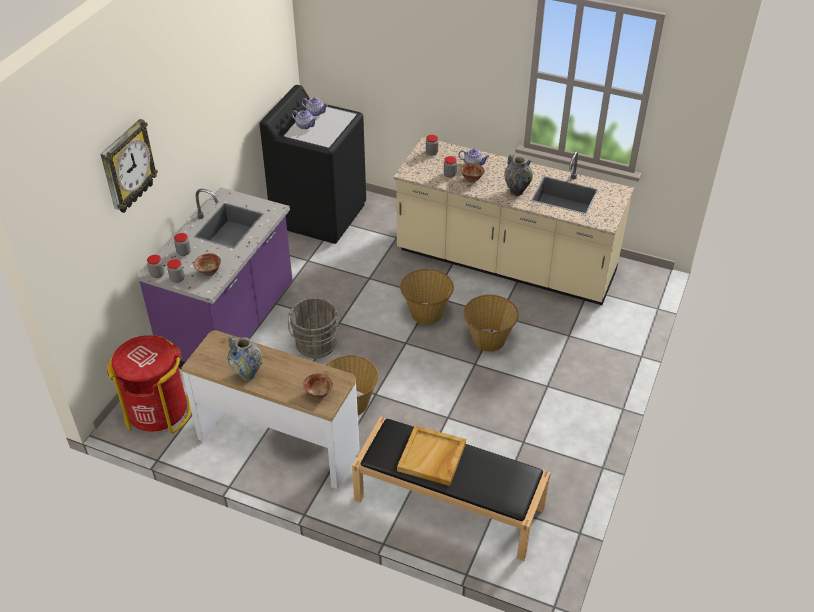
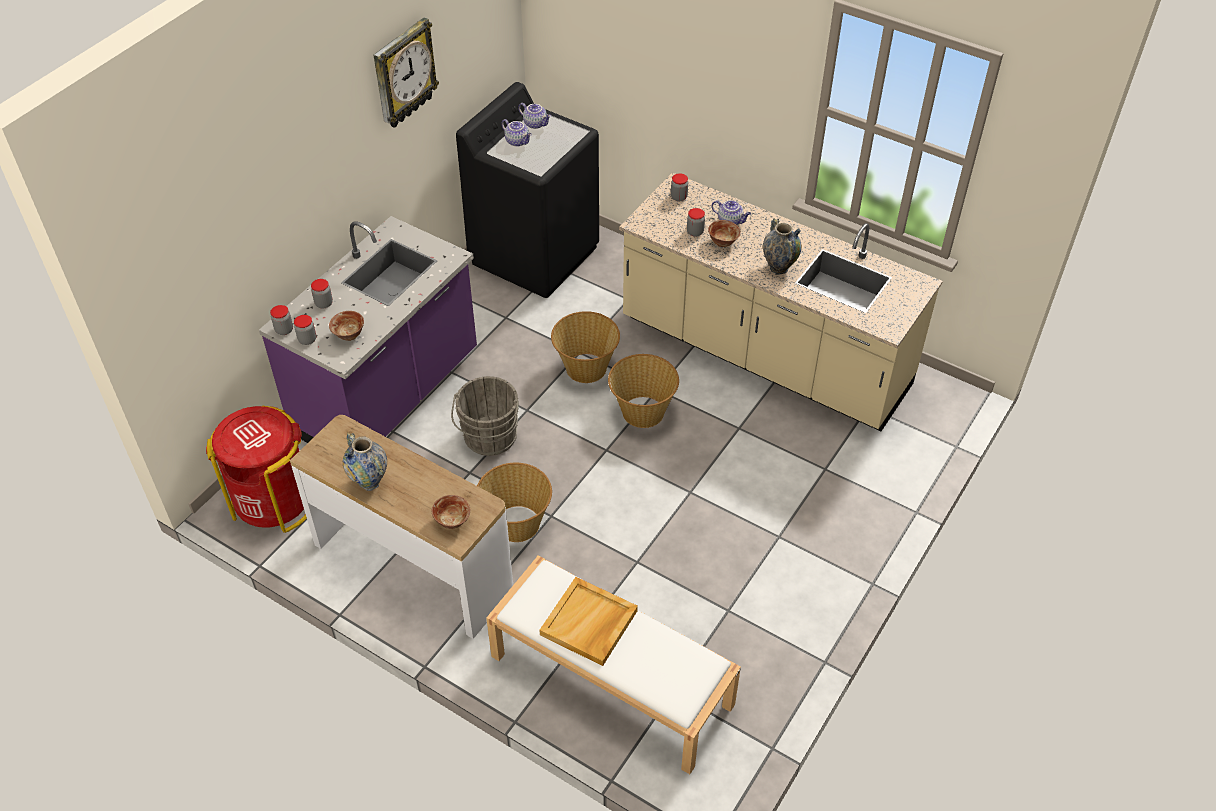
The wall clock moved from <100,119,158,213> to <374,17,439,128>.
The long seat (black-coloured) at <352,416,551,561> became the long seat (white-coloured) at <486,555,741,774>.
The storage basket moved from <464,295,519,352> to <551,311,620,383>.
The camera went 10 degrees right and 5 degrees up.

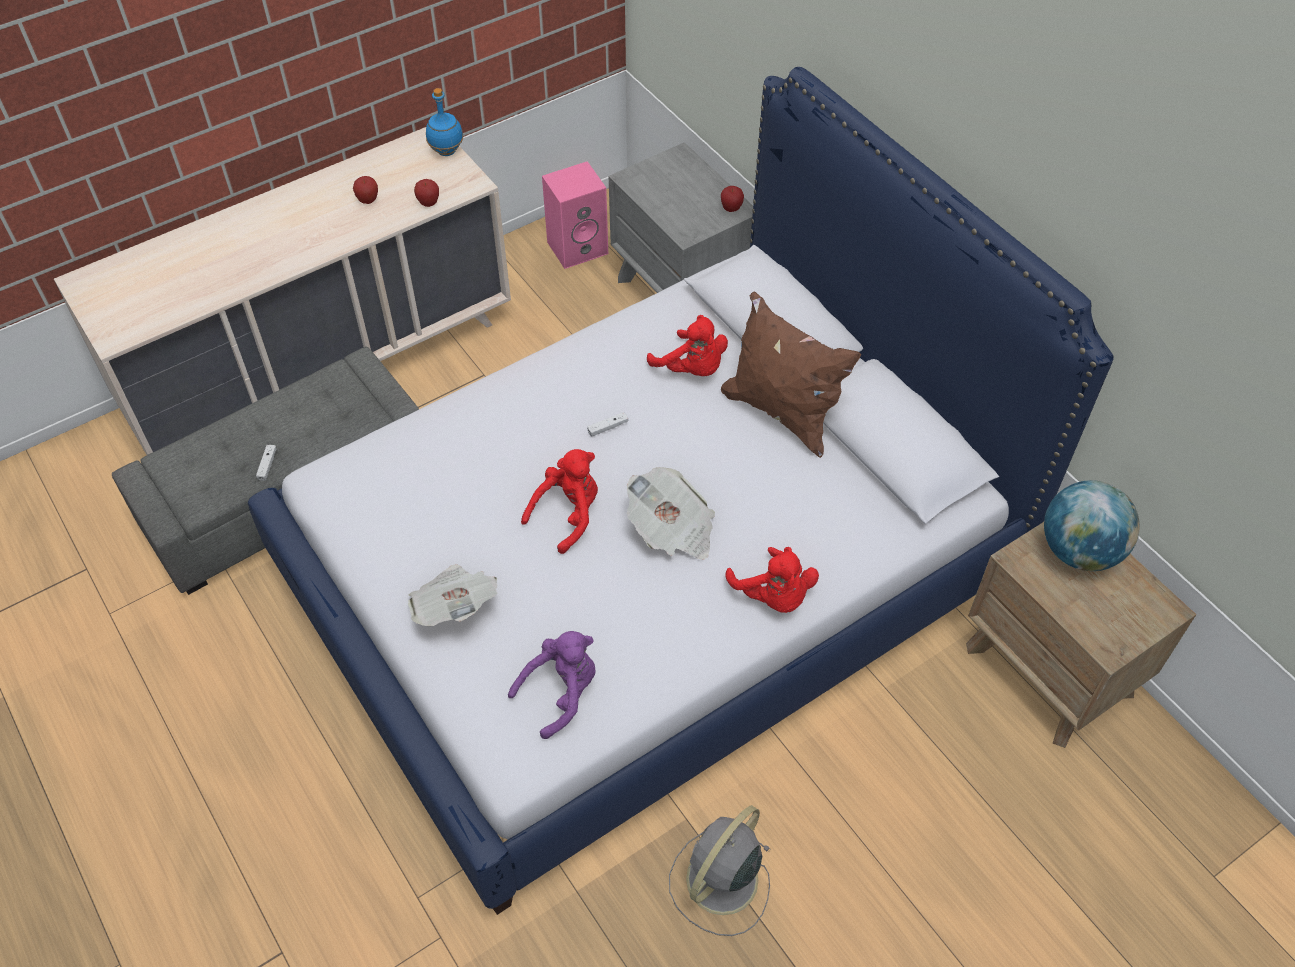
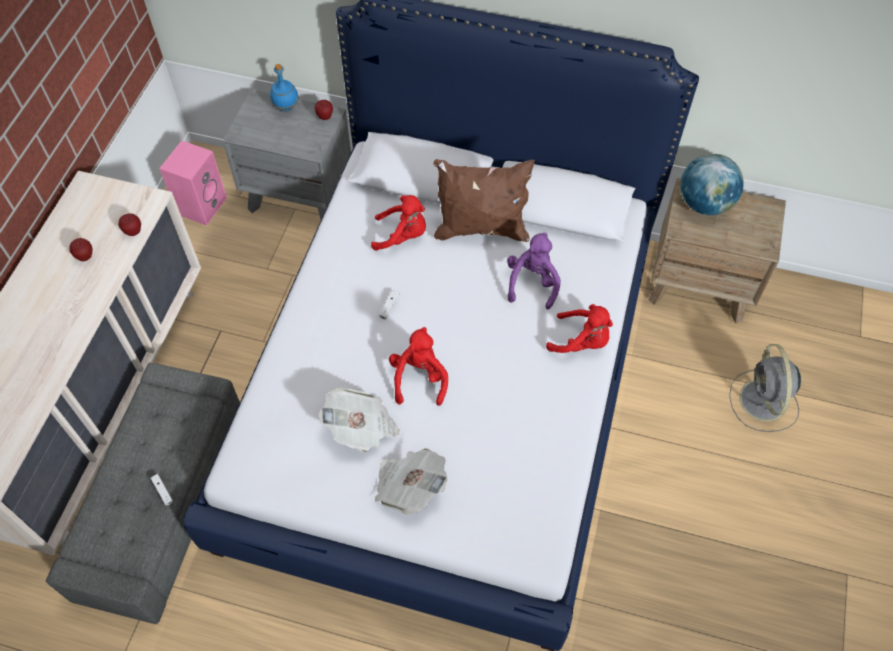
The drink bottle (blue-coloured) moved from <426,88,463,156> to <270,64,299,112>.
The newspaper moved from <627,467,715,559> to <318,387,400,452>.
The plush toy (purple-coloured) moved from <508,631,595,739> to <507,232,561,309>.
The electric fan (gray) moved from <669,805,771,936> to <729,344,801,432>.
The camera went 40 degrees left and 5 degrees up.

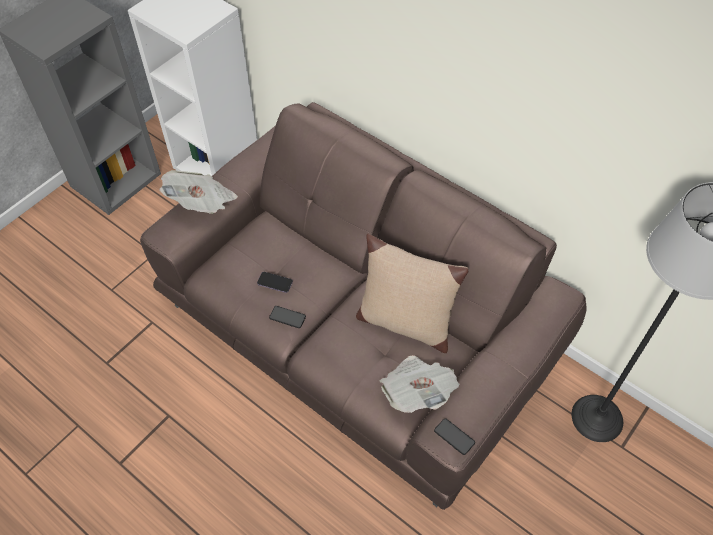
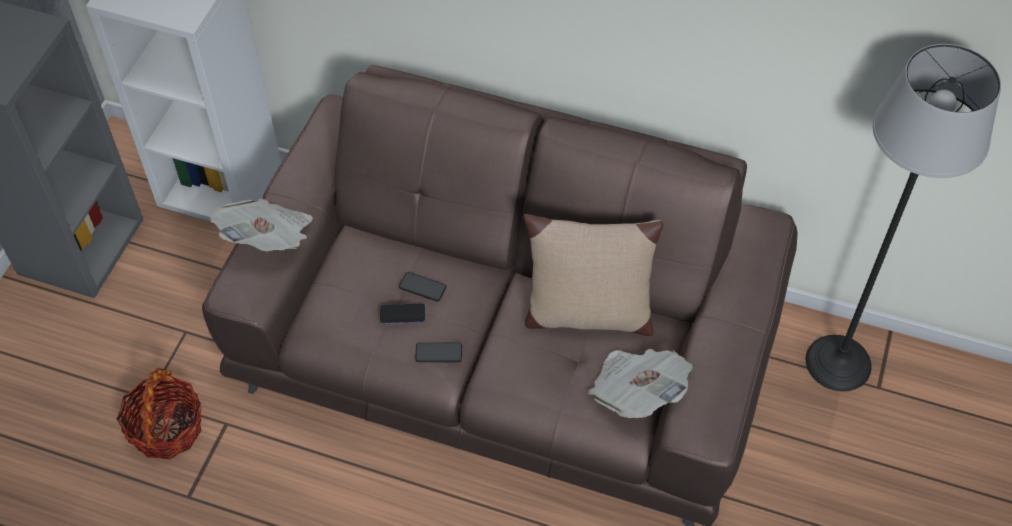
The storage basket at <117,368,202,459> appeared.
The telephone moved from <434,418,475,455> to <399,272,447,301>.
The camera went 20 degrees left and 0 degrees up.

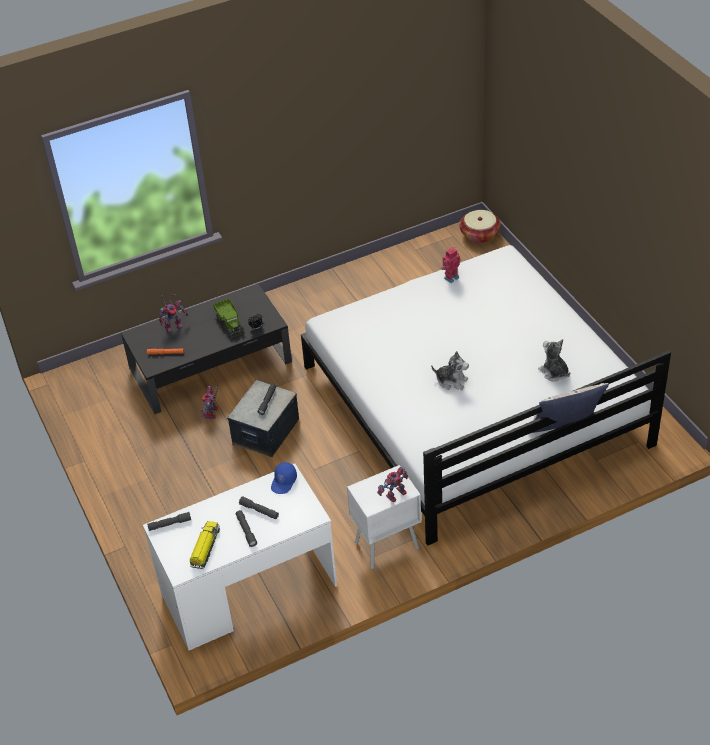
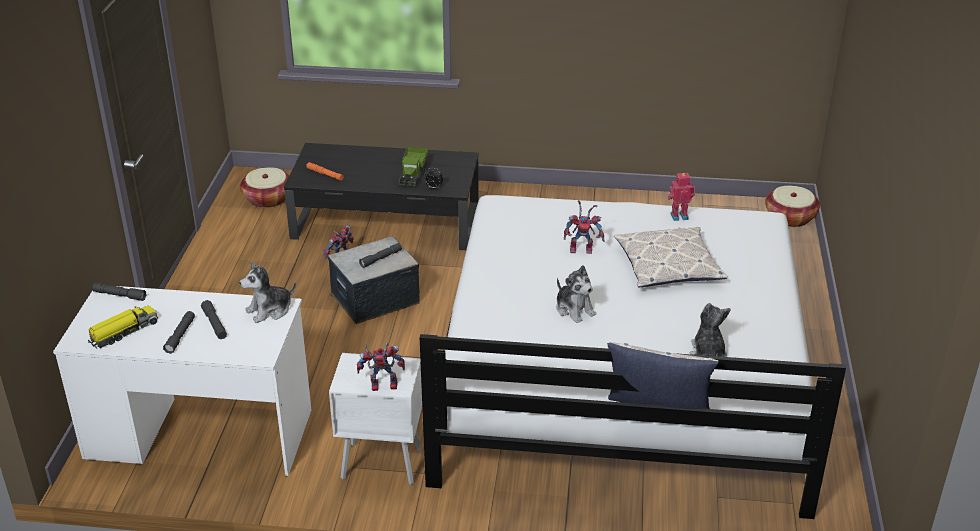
The cap (blue-coloured) at <271,462,297,494> was replaced by the plush toy at <239,261,296,323>.
The storage basket at <240,167,289,208> appeared.
The model robot moved from <159,294,189,333> to <564,200,605,254>.
The pillow at <614,227,727,287> appeared.
The camera went 30 degrees right and 10 degrees down.

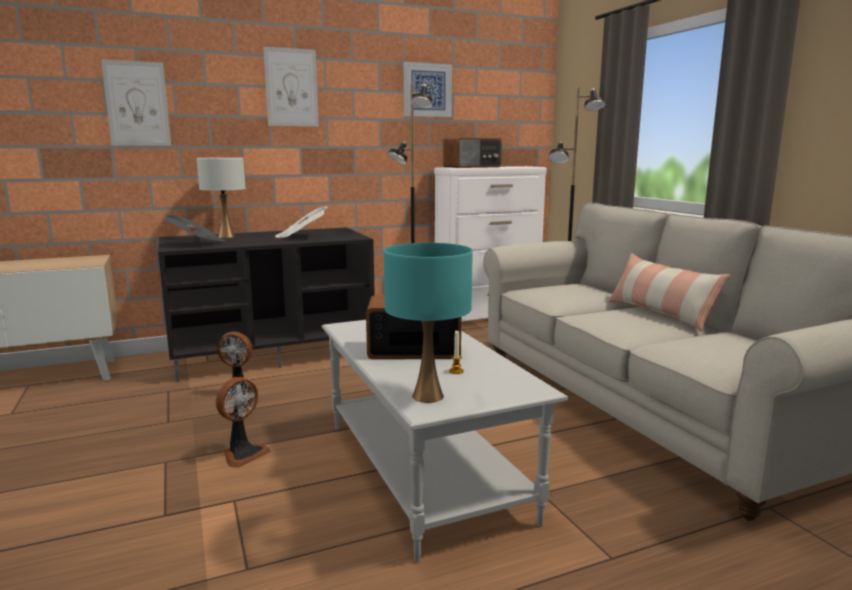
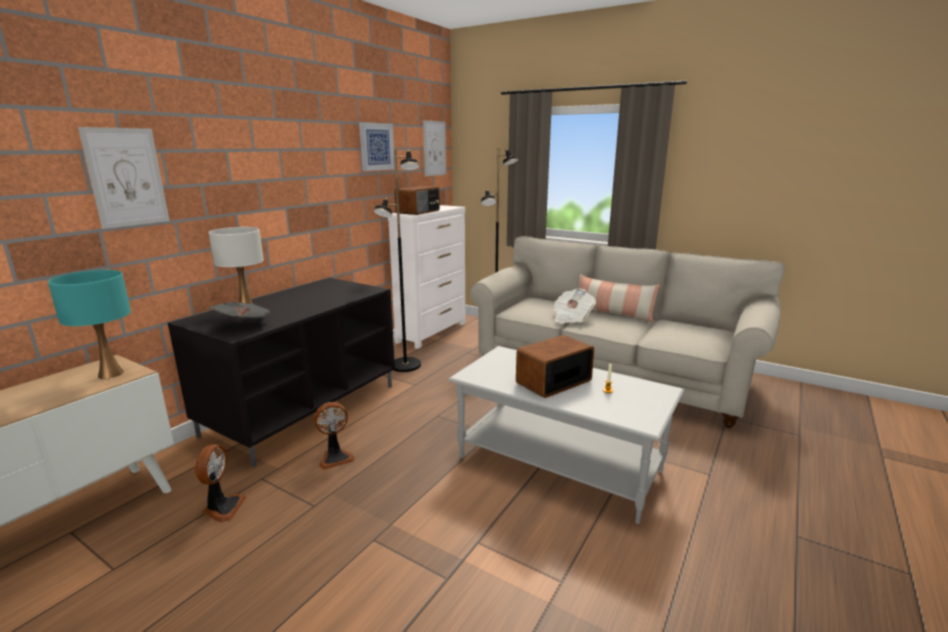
The lamp for a table (turquoise) moved from <384,243,473,403> to <48,270,131,379>.
The electric fan moved from <216,377,271,468> to <195,444,246,522>.
The wall art moved from <264,47,319,126> to <423,120,446,176>.
The newspaper moved from <275,206,328,238> to <553,289,596,323>.
The camera went 35 degrees left and 5 degrees up.

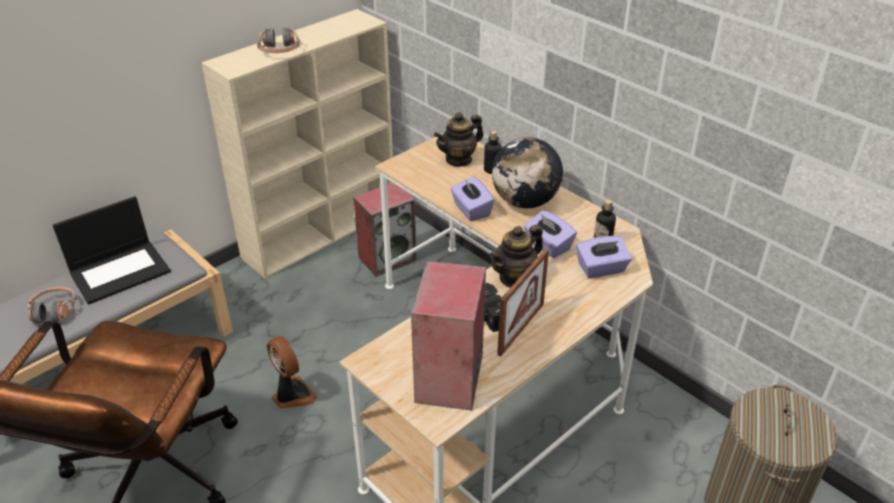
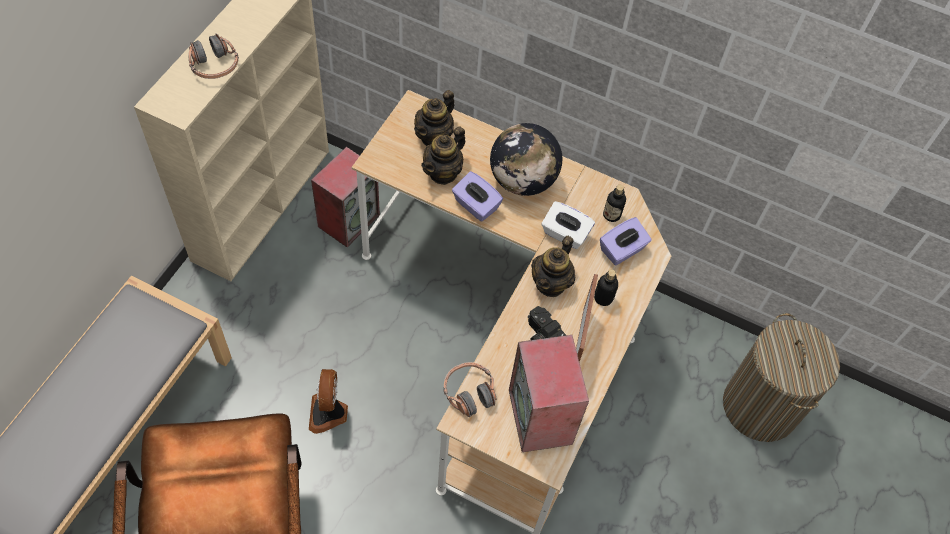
The electric fan at <267,336,318,409> turned 120 degrees counterclockwise.
The tea pot at <421,127,465,185> appeared.
The headset moved from <26,287,76,325> to <443,362,496,417>.
The tissue box (purple-coloured) at <524,210,577,258> became the tissue box (white-coloured) at <541,201,595,249>.
The drink bottle moved from <484,131,502,174> to <594,269,618,306>.
The notebook computer at <52,196,171,305> disappeared.
The camera went 25 degrees left and 20 degrees up.

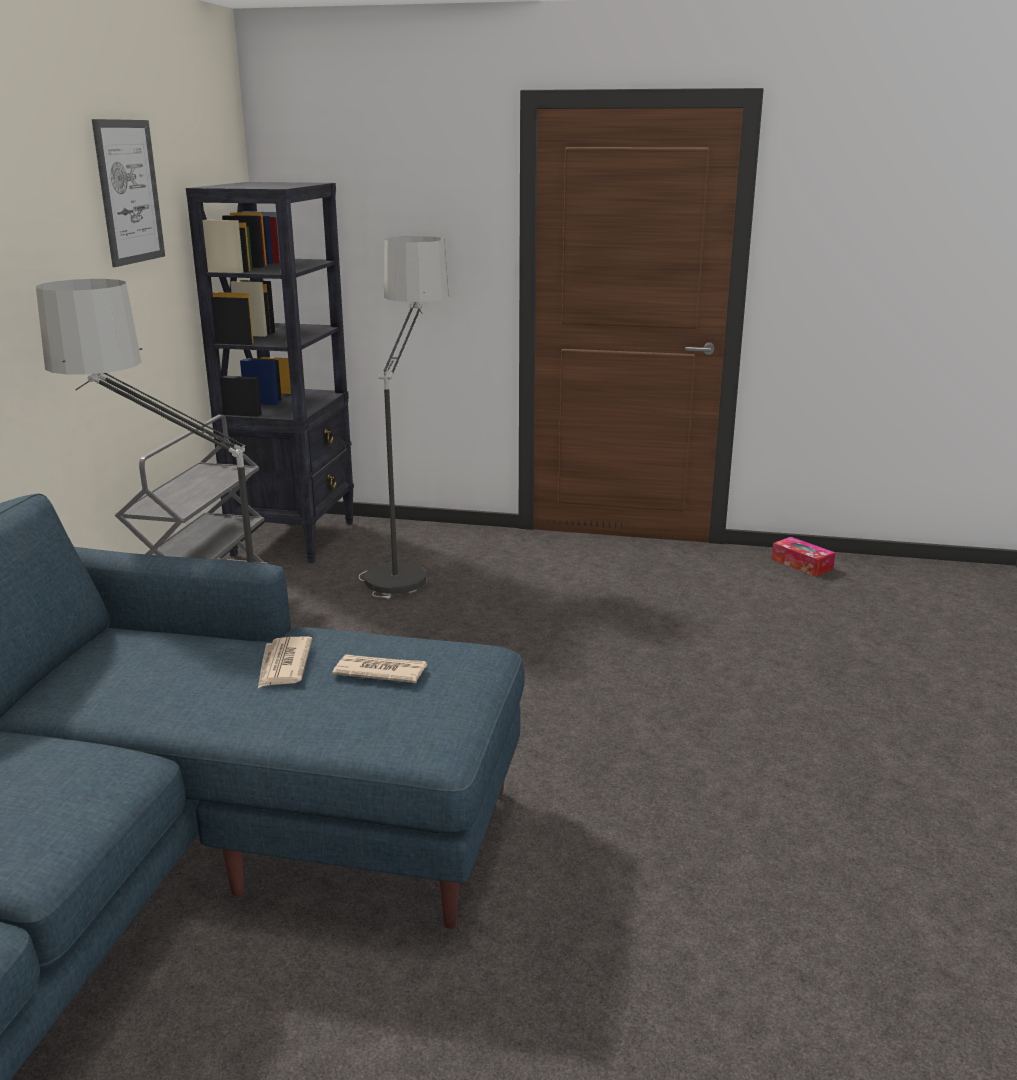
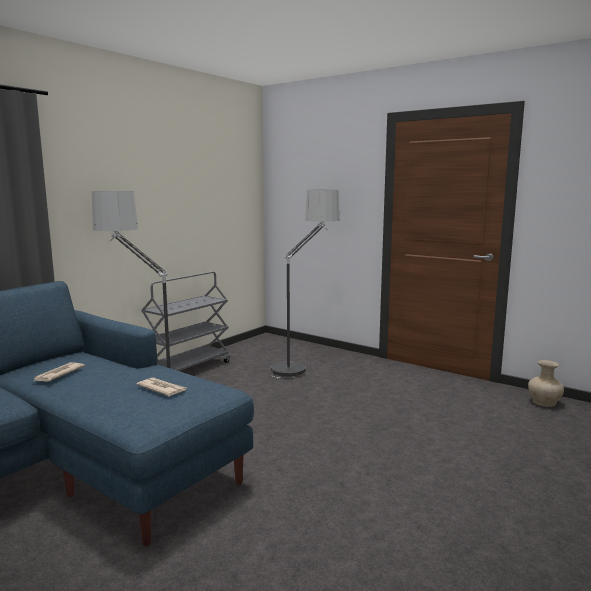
The newspaper moved from <258,637,312,688> to <33,362,85,382>.
The tissue box at <772,537,835,577> was replaced by the vase (sand-coloured) at <528,360,564,407>.
The wall art at <92,119,165,267> disappeared.
The bookshelf (black-coloured) at <186,182,354,563> disappeared.
The camera went 25 degrees right and 10 degrees down.

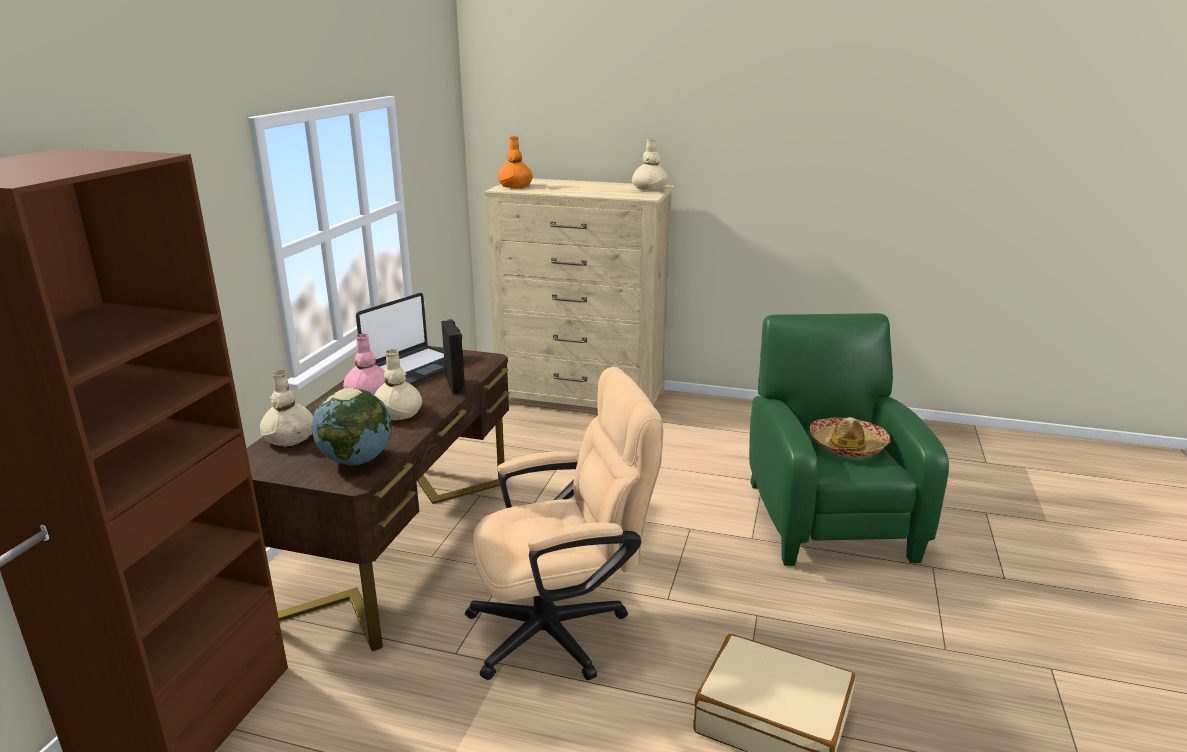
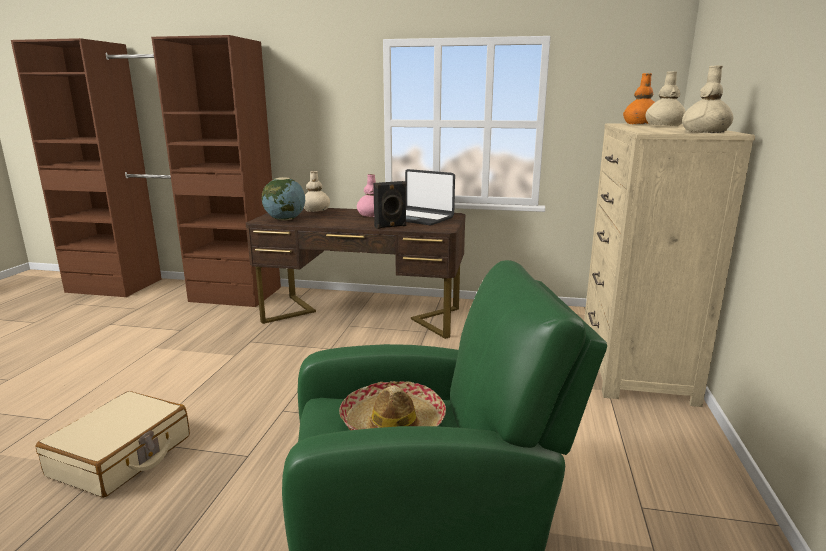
The vase (sand-coloured) moved from <374,349,422,420> to <645,71,686,126>.
The computer chair (sand-coloured) at <465,367,664,681> disappeared.
The camera went 85 degrees right and 5 degrees down.

